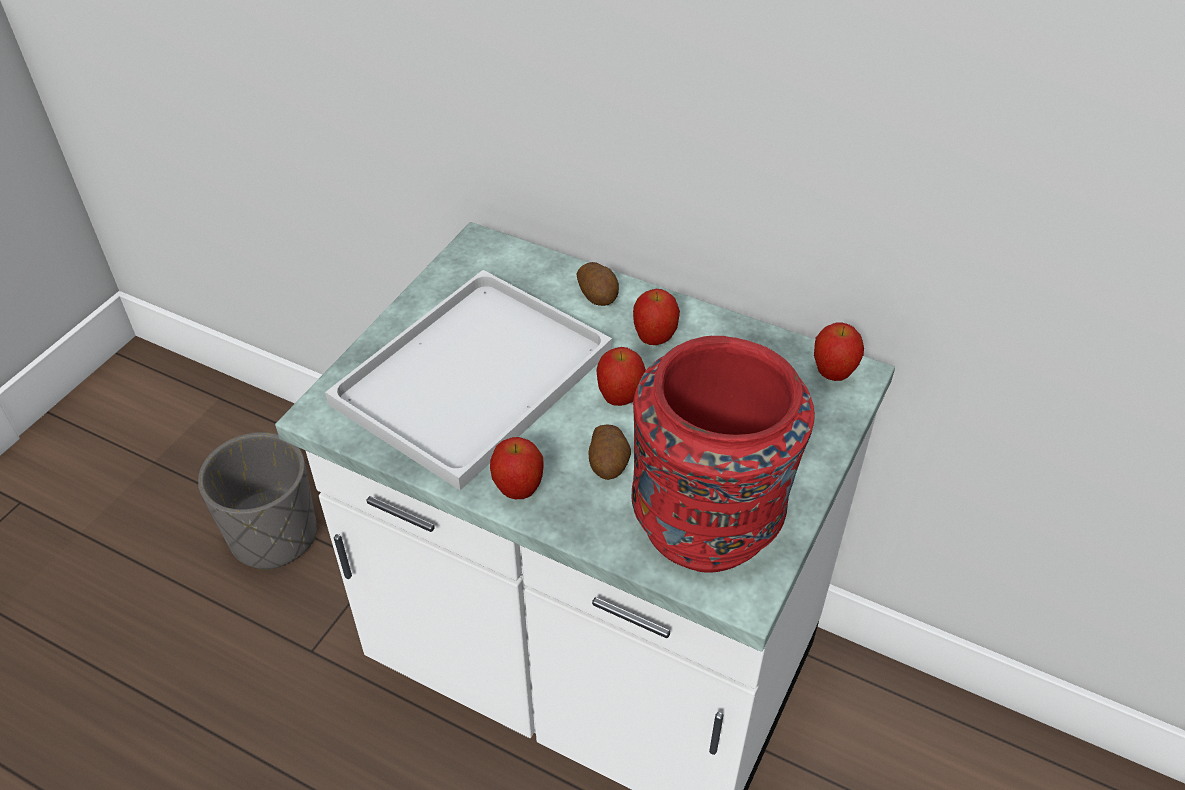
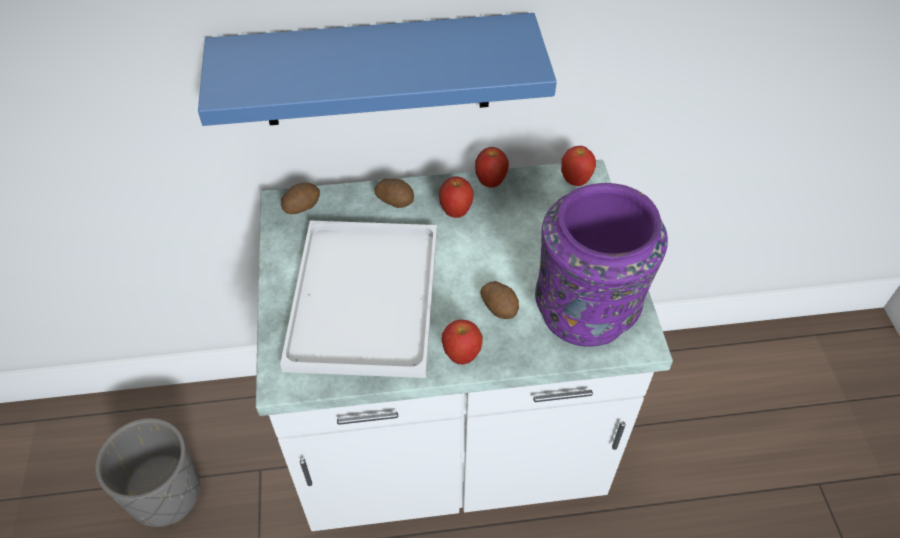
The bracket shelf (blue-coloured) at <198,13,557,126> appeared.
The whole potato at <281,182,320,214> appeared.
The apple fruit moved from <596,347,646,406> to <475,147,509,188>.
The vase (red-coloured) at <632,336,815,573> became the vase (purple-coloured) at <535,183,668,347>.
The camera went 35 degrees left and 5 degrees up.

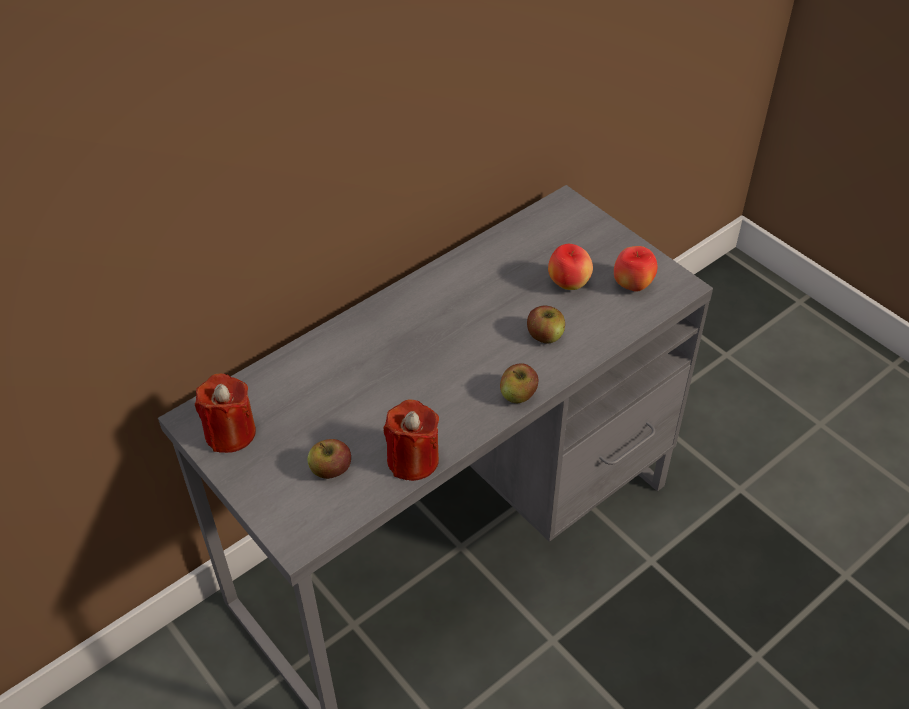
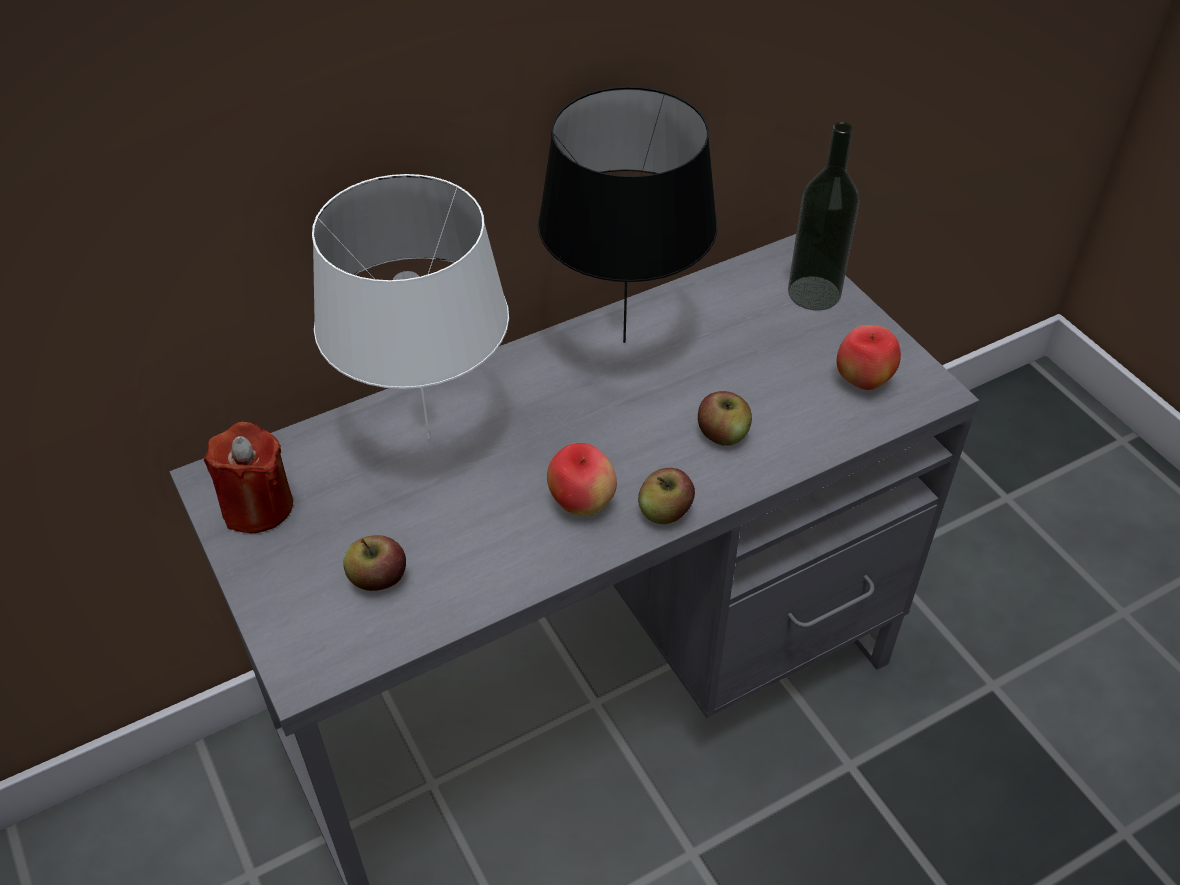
The lamp for a table (white-coloured) at <312,174,509,439> appeared.
The lamp for a table (black-coloured) at <538,87,717,343> appeared.
The apple fruit moved from <548,244,593,290> to <547,443,617,516>.
The drink bottle at <788,122,859,311> appeared.
The candle (red-coloured) at <384,399,439,481> disappeared.
The camera went 10 degrees right and 0 degrees up.

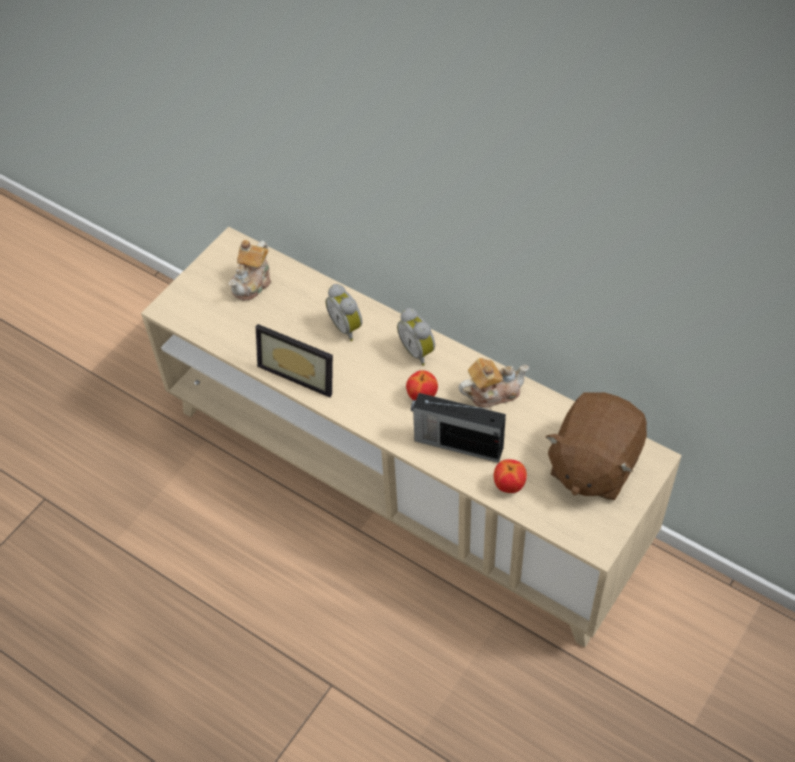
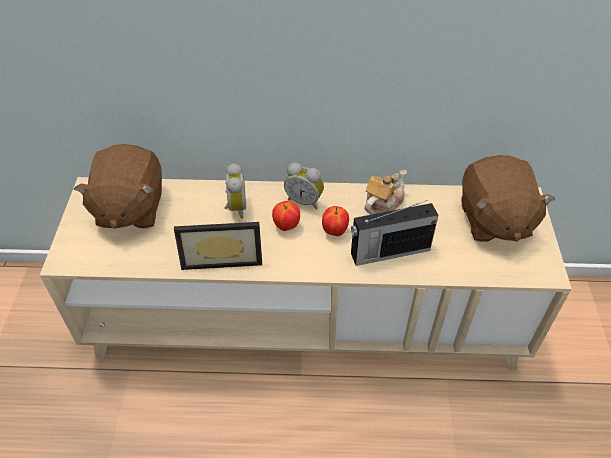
The tea pot at <229,240,271,300> was replaced by the plush toy (brown) at <74,144,162,229>.
The table clock at <325,284,362,341> turned 120 degrees counterclockwise.
The apple fruit moved from <494,459,527,493> to <272,201,300,231>.
The camera went 35 degrees left and 5 degrees down.

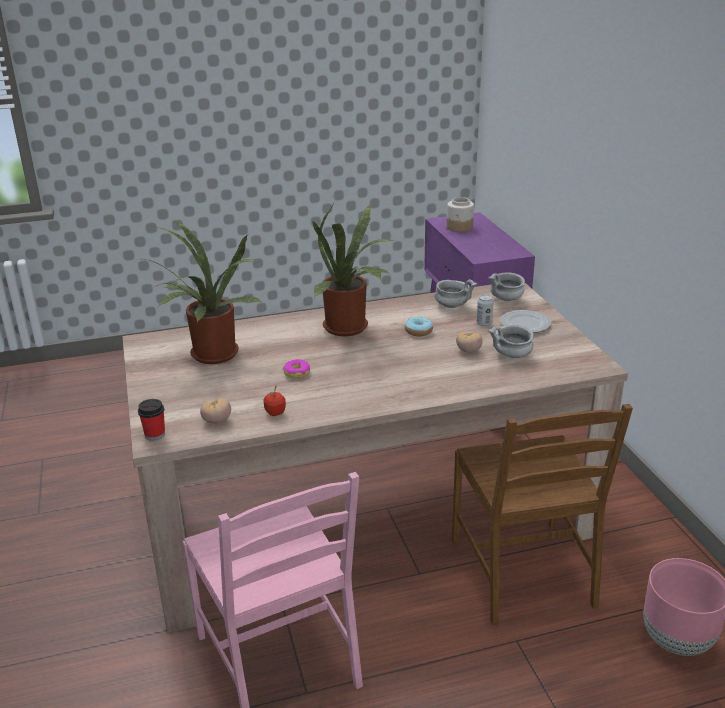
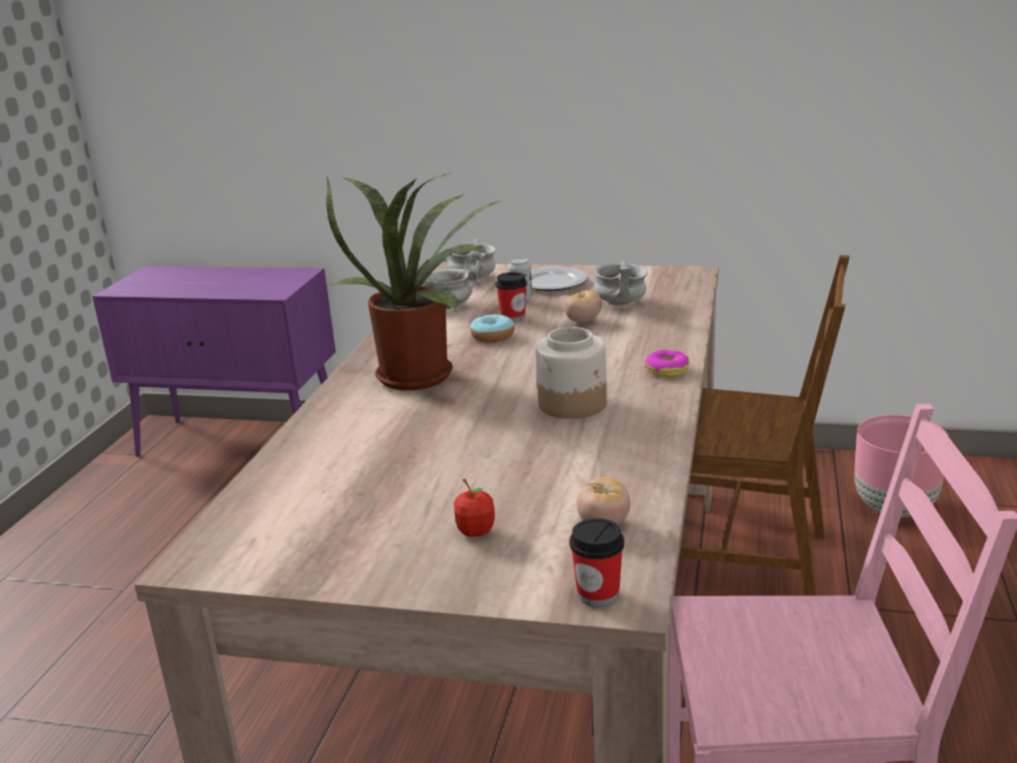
The apple fruit moved from <264,385,286,416> to <454,479,495,537>.
The drinking cup at <495,272,527,322> appeared.
The storage jar moved from <447,197,474,232> to <536,327,607,419>.
The donut moved from <283,359,310,378> to <645,350,689,377>.
The houseplant at <143,220,264,364> disappeared.
The camera went 60 degrees left and 5 degrees down.

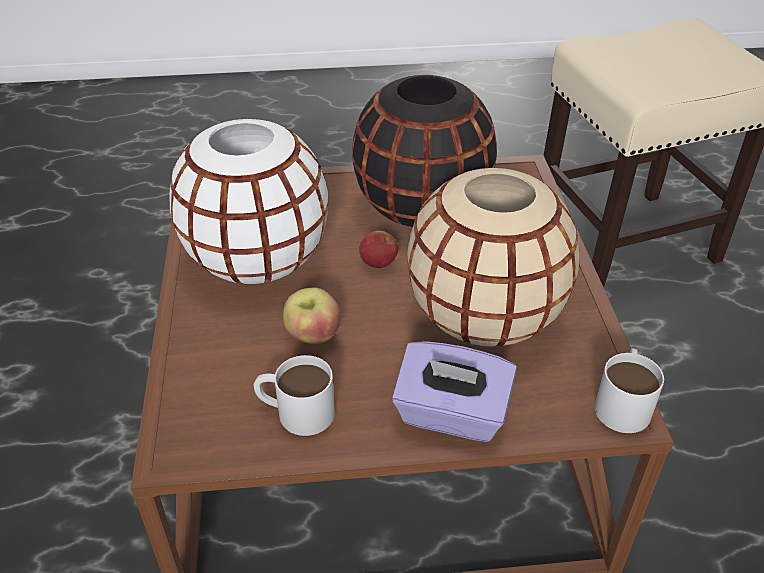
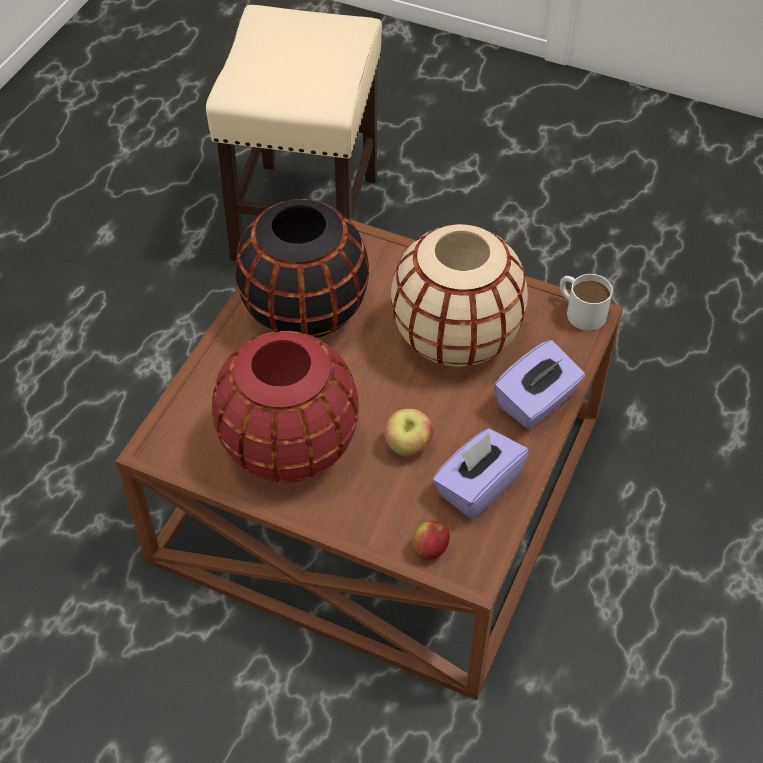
The vase (white-coloured) at <169,119,328,284> became the vase (red-coloured) at <212,331,359,482>.
The apple fruit moved from <359,231,398,268> to <412,521,450,559>.
The mug (white-coloured) at <254,355,335,436> was replaced by the tissue box (purple-coloured) at <432,428,529,519>.
The camera went 60 degrees left and 10 degrees up.

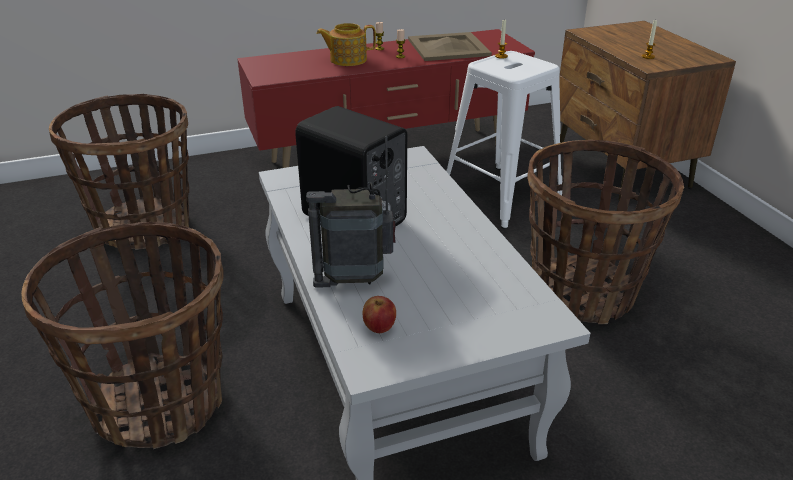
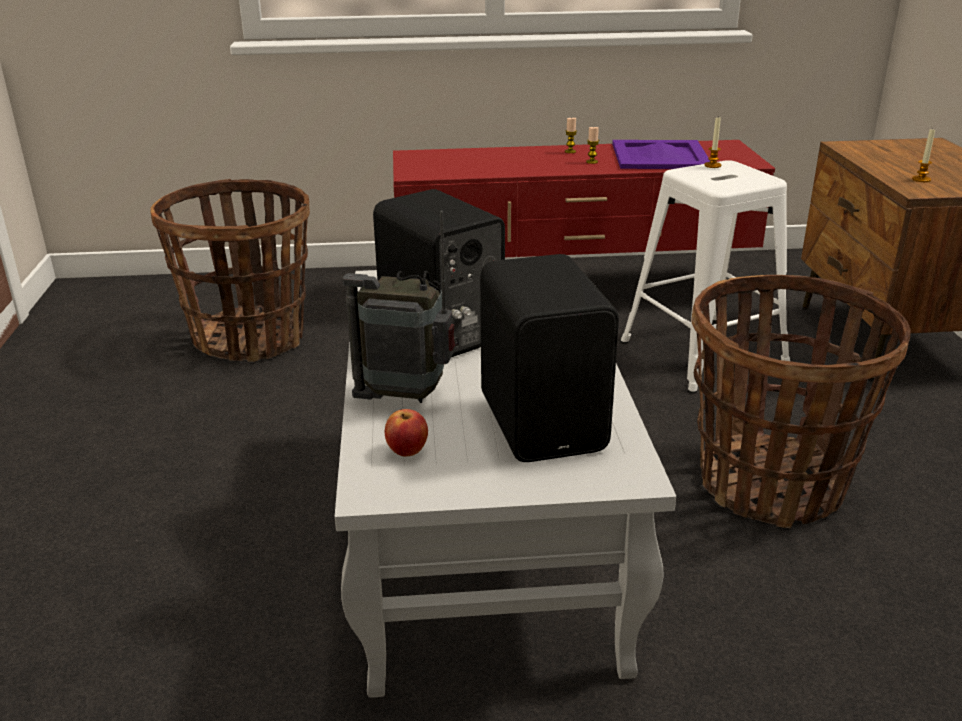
The speaker (black-coloured) at <480,254,619,462> appeared.
The tray (sand-coloured) at <408,32,492,61> became the tray (purple-coloured) at <612,140,710,169>.
The storage basket at <21,222,223,449> disappeared.
The tea pot at <316,23,376,66> disappeared.
The camera went 15 degrees right and 5 degrees down.

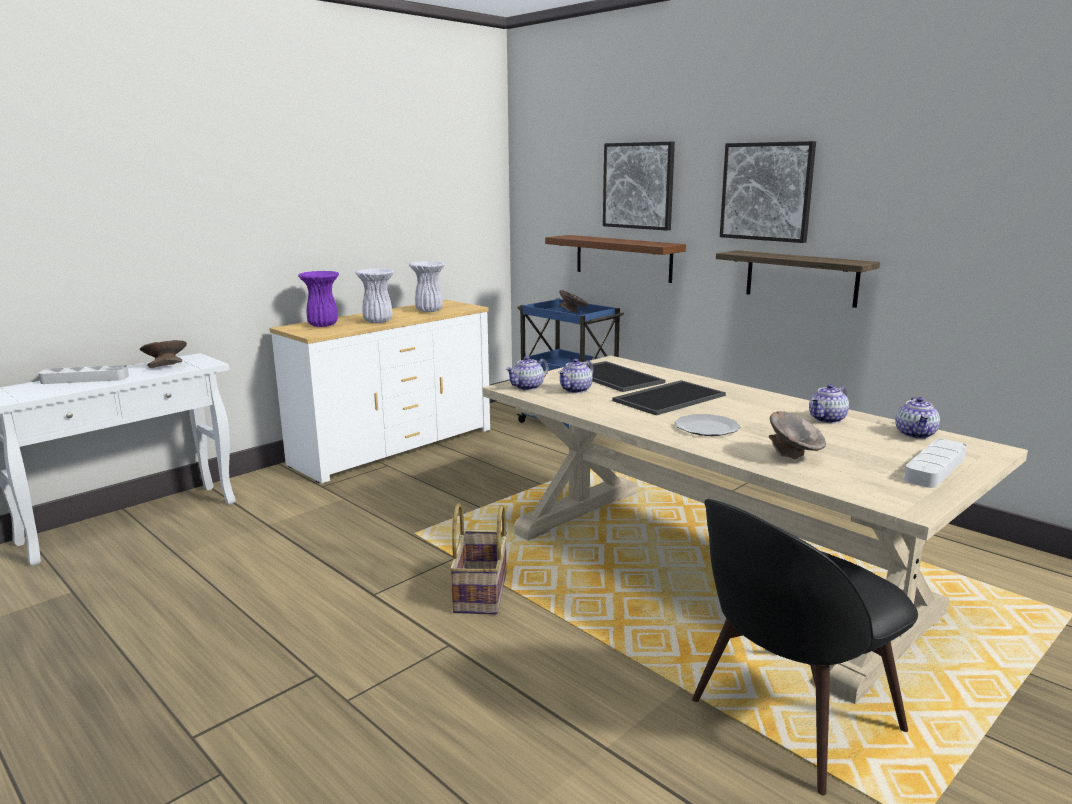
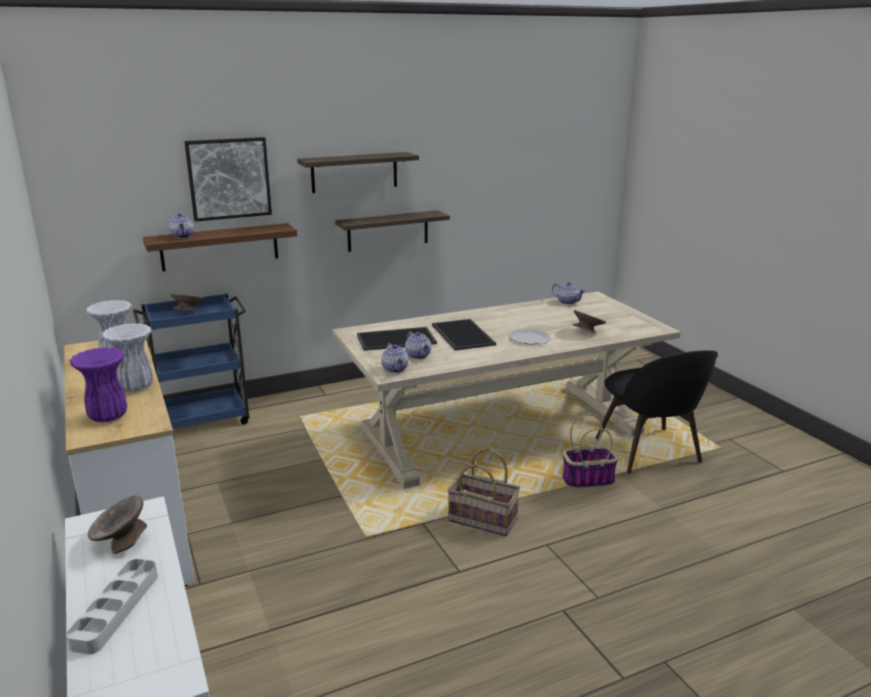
The tea pot moved from <809,384,849,423> to <169,213,194,238>.
The wall art at <720,141,816,243> was replaced by the bracket shelf at <297,152,419,193>.
The storage basket at <562,414,618,489> appeared.
The tray (gray) at <904,439,967,488> disappeared.
The camera went 70 degrees left and 5 degrees up.

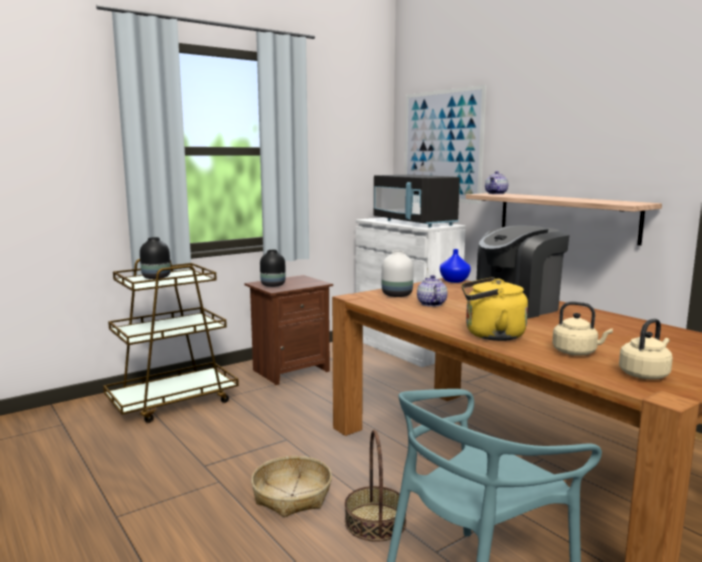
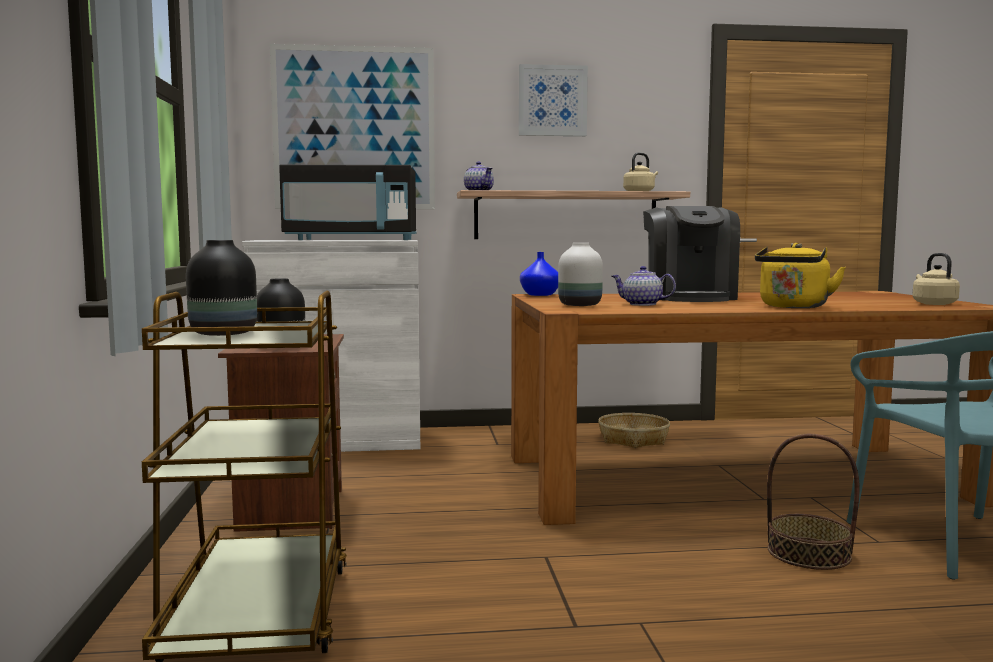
The wall art at <519,64,588,136> appeared.
The storage basket moved from <251,456,332,517> to <598,413,670,448>.
The kettle (sand-coloured) moved from <552,302,613,356> to <623,153,658,191>.
The camera went 60 degrees left and 5 degrees down.

